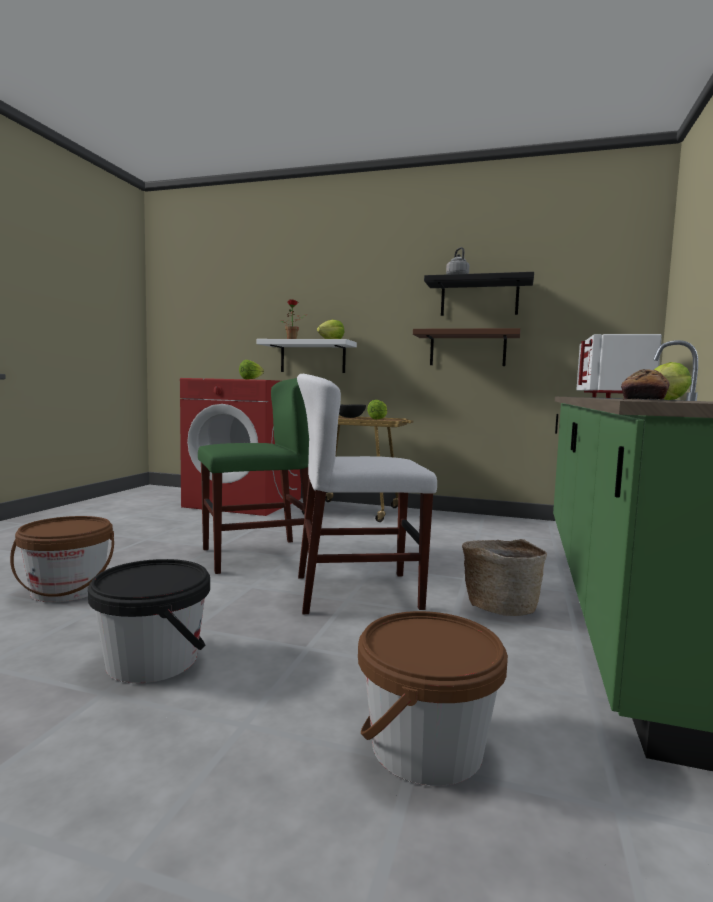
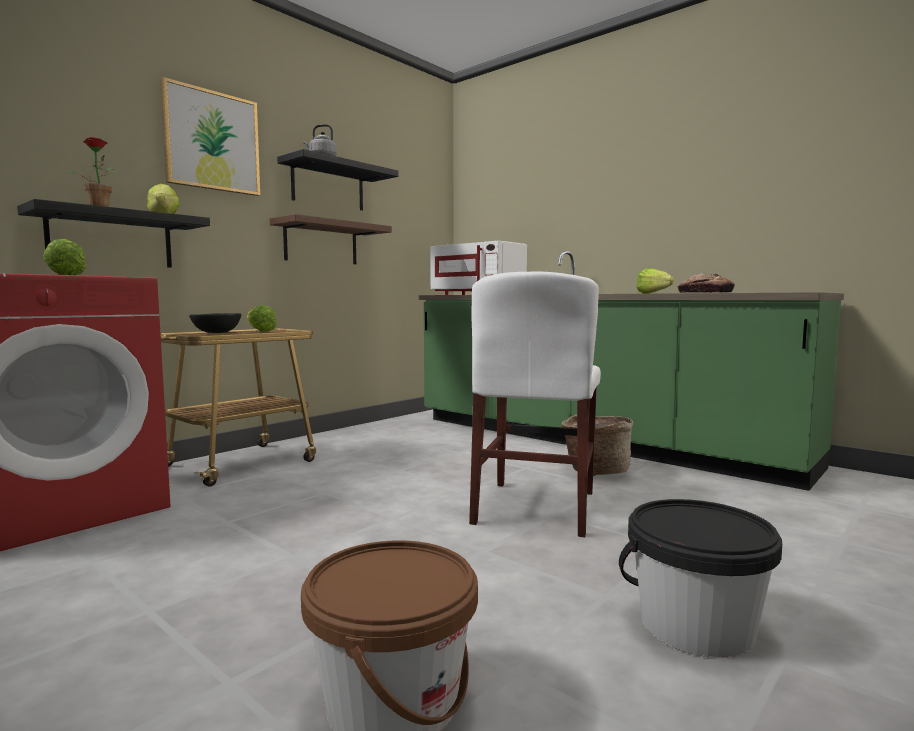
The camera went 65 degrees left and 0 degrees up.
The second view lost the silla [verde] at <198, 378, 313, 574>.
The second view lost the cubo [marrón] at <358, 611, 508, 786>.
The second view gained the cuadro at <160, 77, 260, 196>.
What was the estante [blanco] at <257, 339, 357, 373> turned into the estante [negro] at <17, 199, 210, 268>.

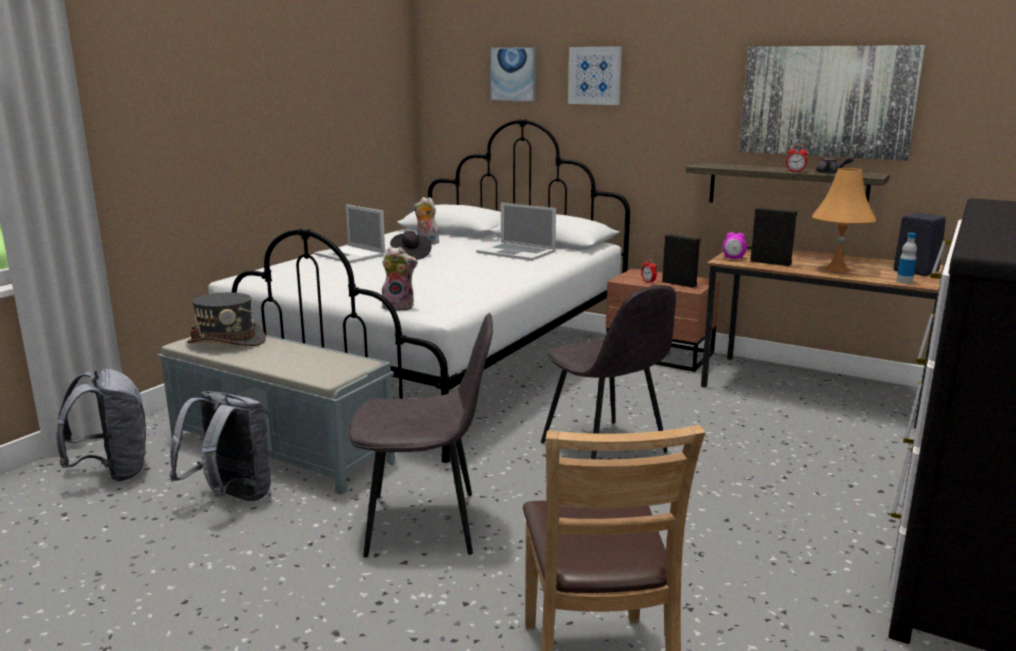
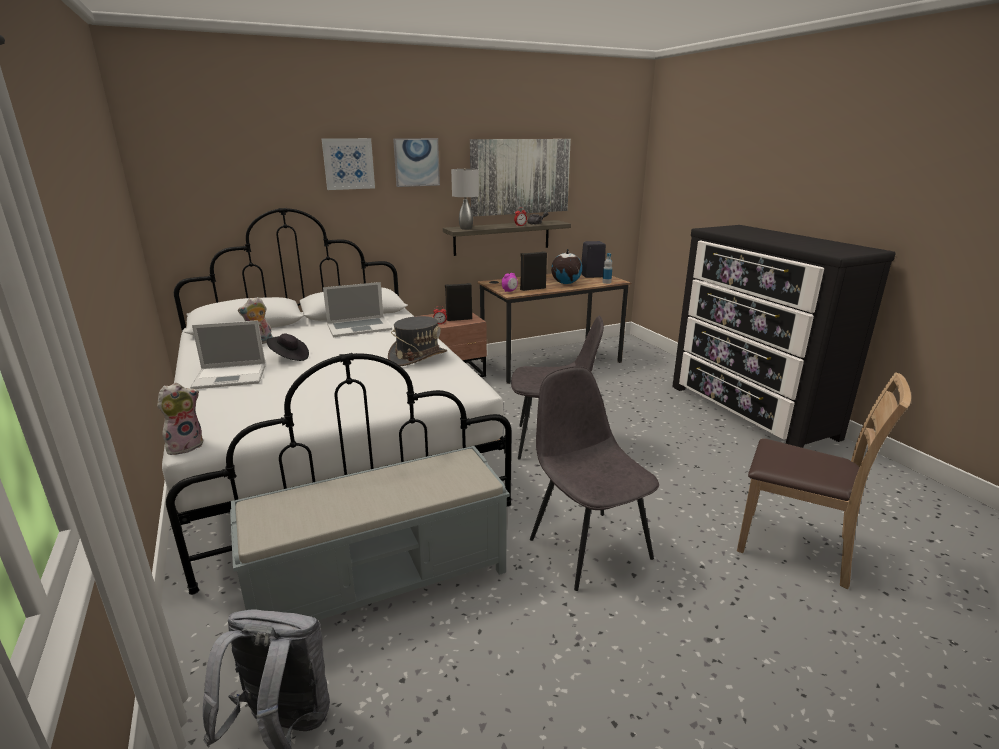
The camera went 55 degrees left and 5 degrees up.
The second view lost the mochila [gris] at <169, 391, 271, 501>.
The second view gained the lámpara de mesa [gris] at <451, 168, 479, 230>.
The sombrero [gris] ended up elsewhere, having gone from <187, 292, 266, 346> to <388, 316, 447, 366>.
The peluche ended up elsewhere, having gone from <380, 246, 418, 311> to <157, 383, 203, 455>.
The cuadro ended up elsewhere, having gone from <490, 47, 537, 102> to <393, 138, 440, 187>.
Where the lámpara de mesa [naranja] stood at <812, 168, 876, 272>, the globo terráqueo came to stand at <551, 249, 582, 284>.
The silla [gris] at <348, 313, 493, 558> ended up facing another way, 60 degrees counterclockwise from before.

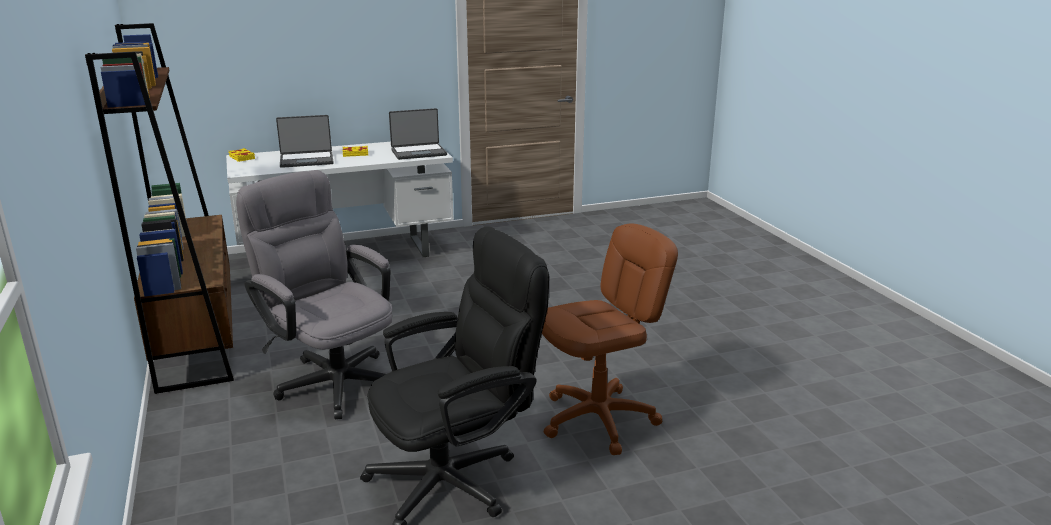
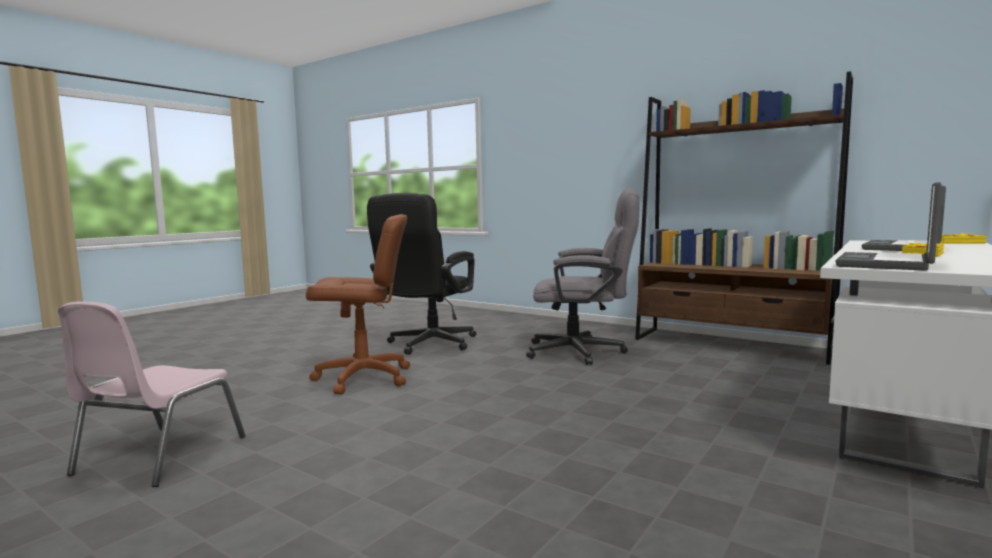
The camera went 145 degrees right and 15 degrees down.
The second view gained the silla [rosa] at <58, 301, 245, 487>.
The silla de oficina [marrón] at <542, 223, 678, 455> ended up facing another way, 120 degrees counterclockwise from before.

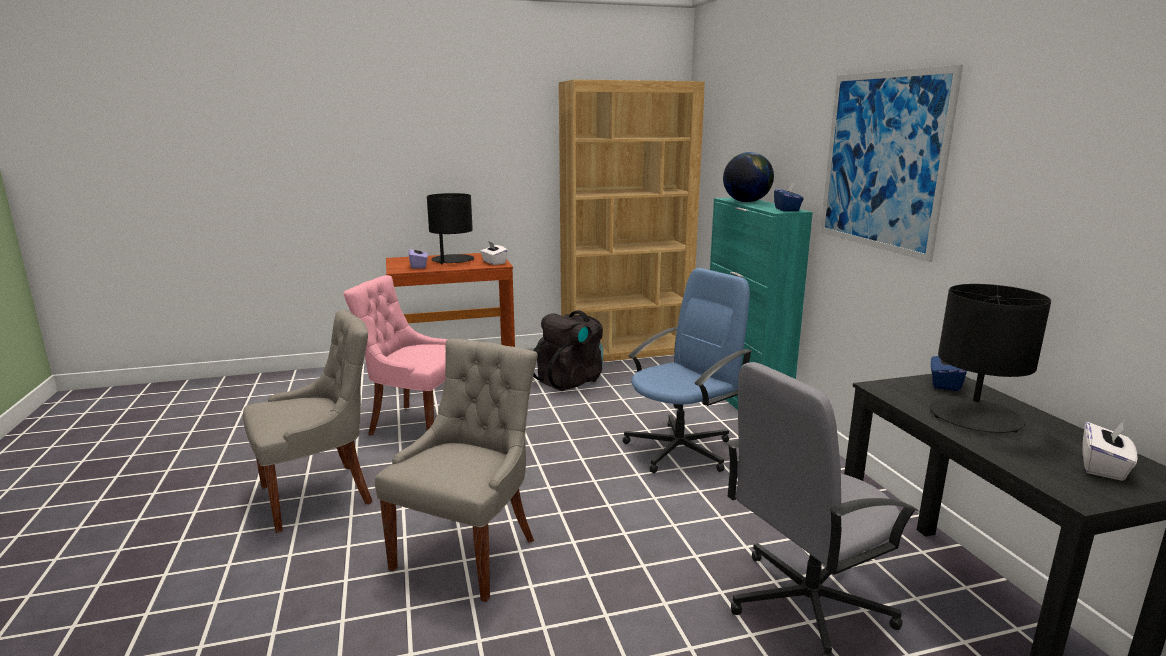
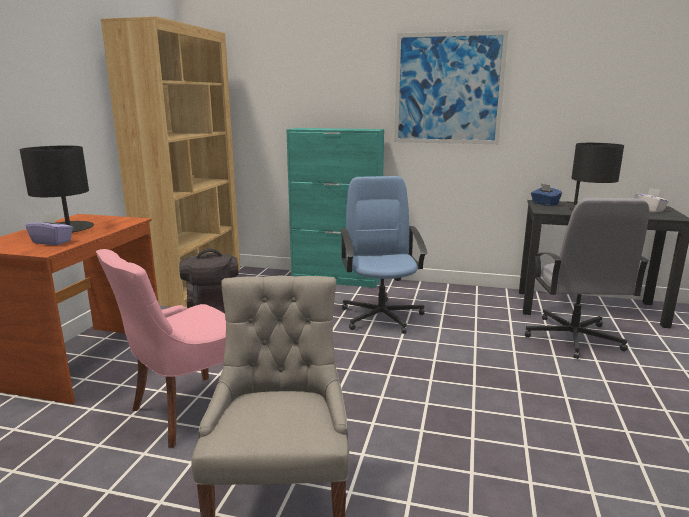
The camera went 60 degrees left and 0 degrees up.
The second view lost the silla [gris] at <375, 339, 538, 602>.
The second view lost the caja de pañuelos [blanco] at <480, 241, 508, 265>.
The second view lost the globo terráqueo at <723, 152, 774, 202>.
The second view lost the caja de pañuelos [azul] at <774, 183, 803, 211>.

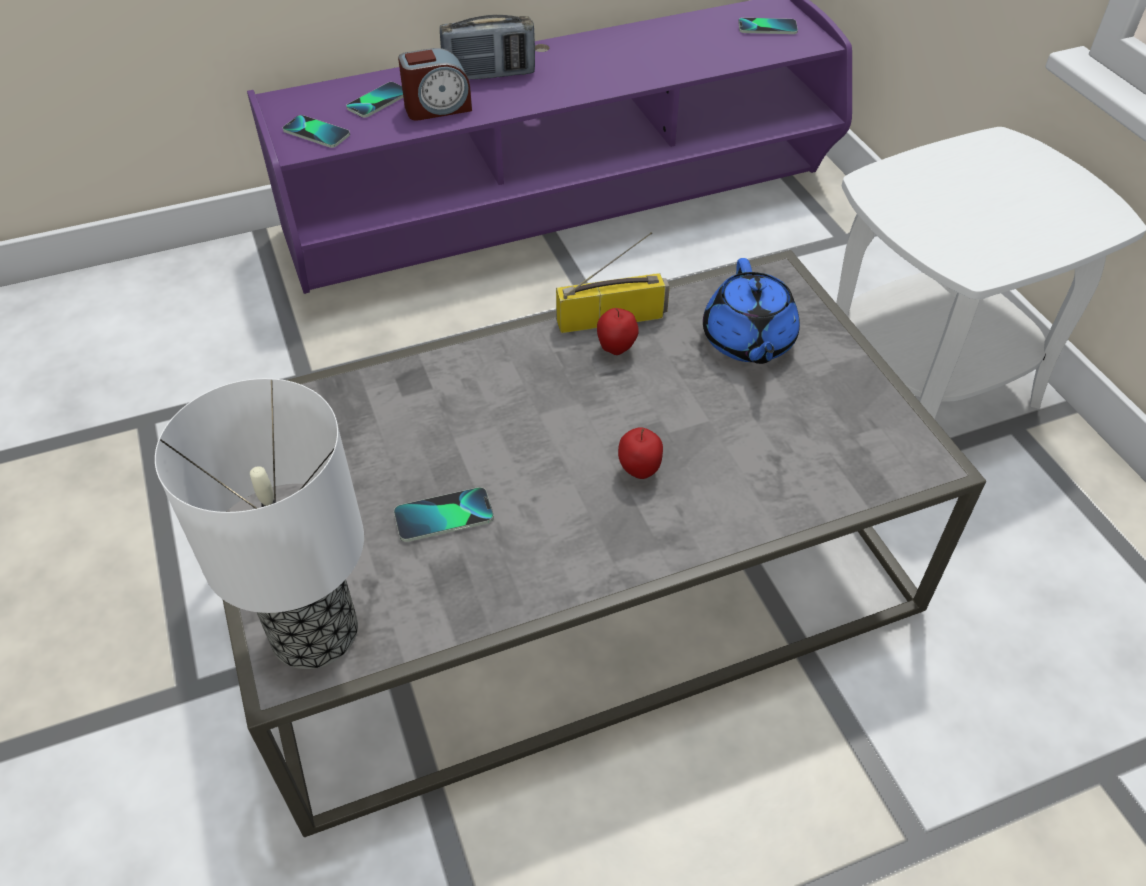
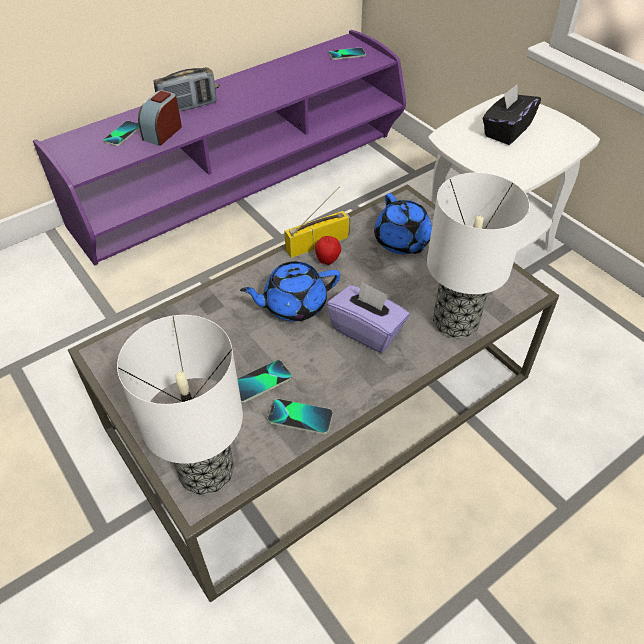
The camera went 15 degrees left and 0 degrees up.
The second view gained the tetera [azul] at <240, 261, 340, 321>.
The second view gained the lámpara de mesa at <427, 173, 530, 338>.
The second view gained the caja de pañuelos [negro] at <483, 84, 541, 145>.
The móvil ended up elsewhere, having gone from <283, 115, 350, 148> to <268, 399, 333, 434>.
Where the manzana stood at <618, 427, 663, 479>, the caja de pañuelos [morado] came to stand at <327, 281, 410, 353>.
The despertador at <398, 48, 472, 121> ended up facing another way, 150 degrees clockwise from before.

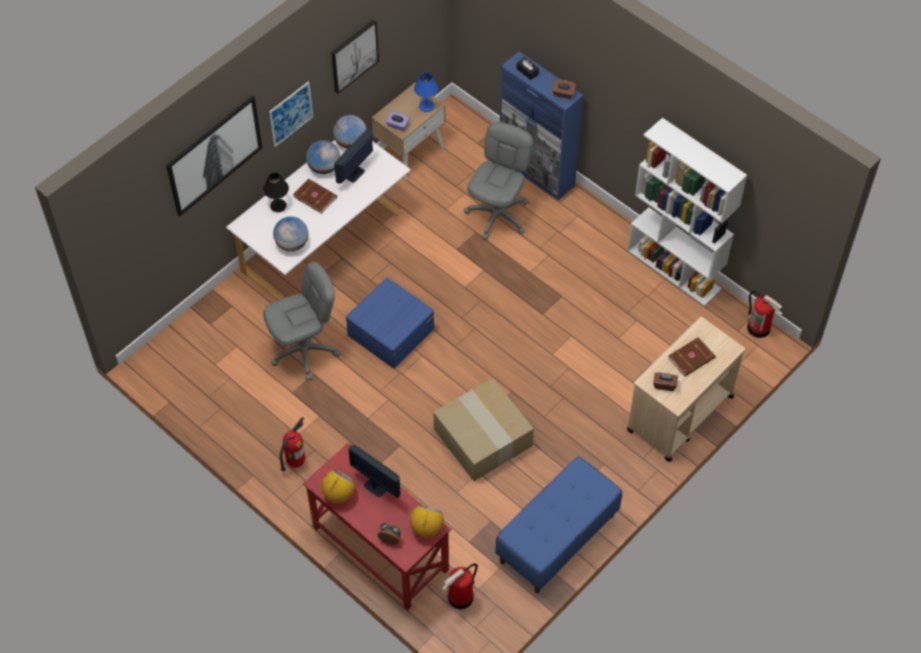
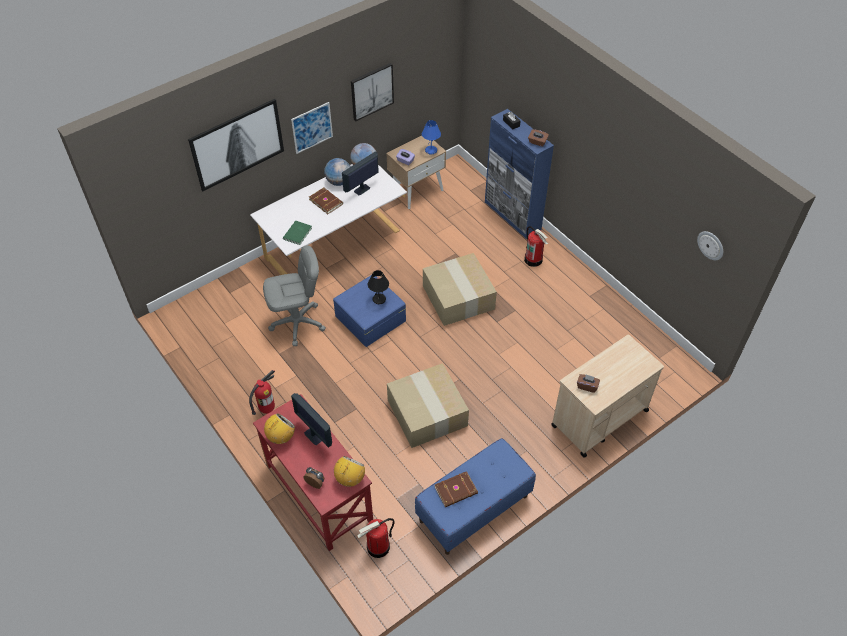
The camera went 10 degrees right and 5 degrees down.
The second view lost the silla de oficina [gris] at <464, 122, 533, 240>.
The second view lost the estantería [blanco] at <627, 118, 747, 306>.
The second view gained the caja de cartón at <423, 253, 497, 326>.
The second view gained the reloj de pared at <697, 231, 723, 260>.
The lámpara de mesa [negro] ended up elsewhere, having gone from <263, 173, 289, 212> to <368, 270, 389, 304>.
The libro [marrón] ended up elsewhere, having gone from <668, 337, 716, 376> to <435, 471, 478, 507>.
The extintor ended up elsewhere, having gone from <747, 291, 782, 338> to <524, 226, 548, 267>.
Where the globo terráqueo stood at <273, 216, 308, 251>, the libro [verde] came to stand at <283, 220, 312, 245>.

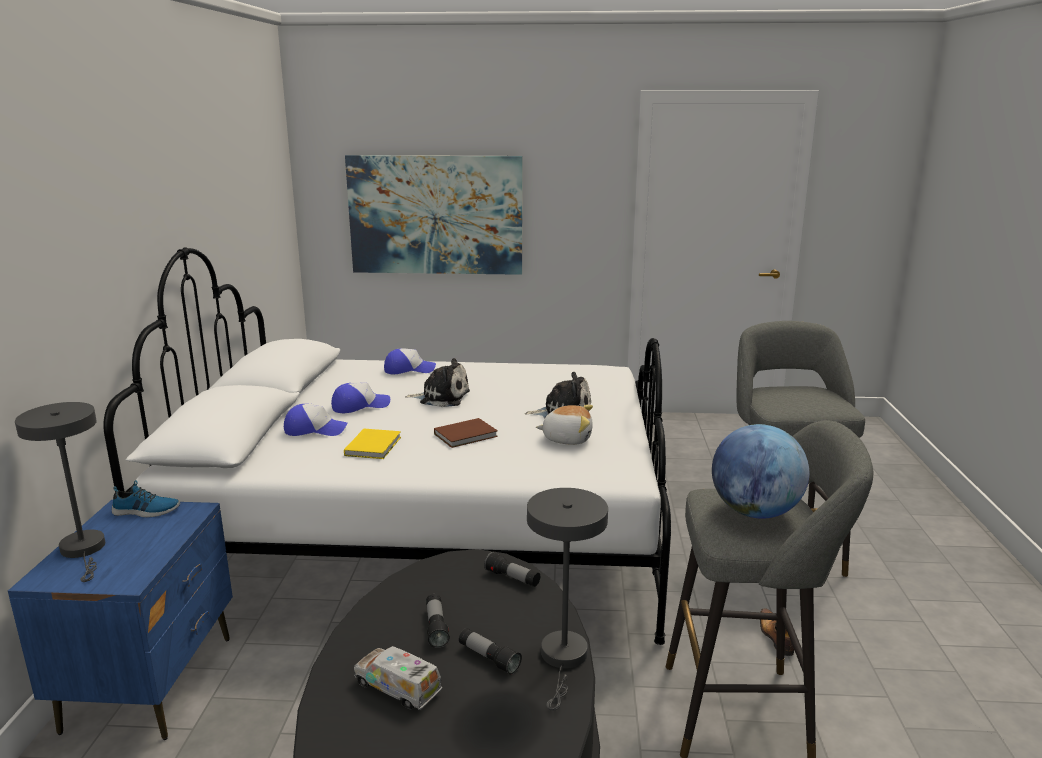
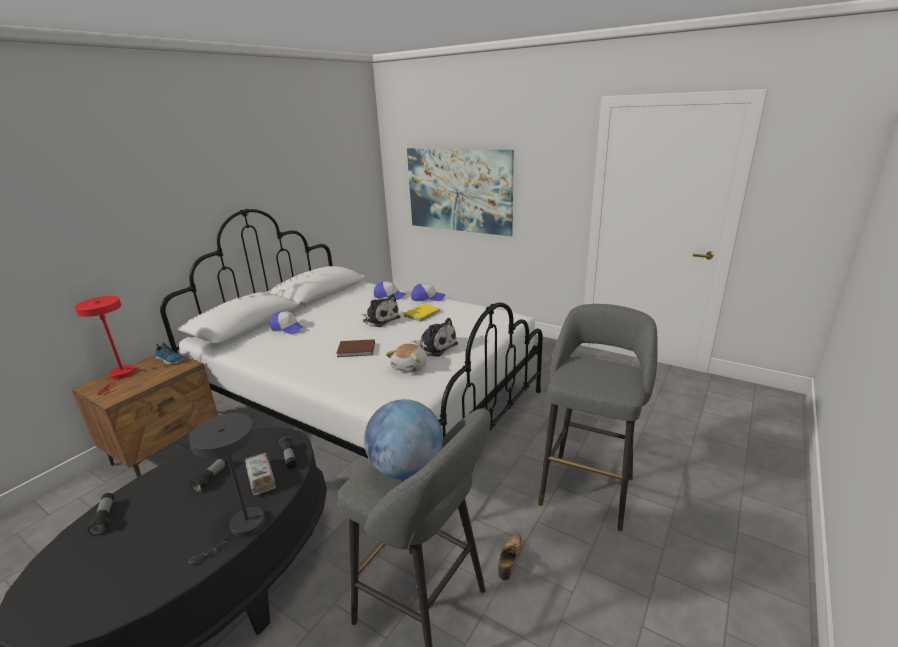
The camera went 30 degrees right and 5 degrees up.
The gorra ended up elsewhere, having gone from <331, 382, 390, 413> to <411, 284, 446, 301>.
The libro [amarillo] ended up elsewhere, having gone from <344, 429, 401, 459> to <404, 304, 441, 322>.
The camión de juguete ended up elsewhere, having gone from <354, 646, 442, 710> to <245, 453, 276, 496>.
The linterna ended up elsewhere, having gone from <459, 628, 522, 675> to <87, 493, 114, 535>.
What was the mesita de noche [azul] at <8, 500, 233, 740> turned into the mesita de noche [marrón] at <72, 353, 218, 477>.
What was the lámpara de mesa [gris] at <15, 402, 105, 582> turned into the lámpara de mesa [rojo] at <74, 296, 136, 394>.
The peluche at <536, 405, 593, 445> ended up facing another way, 75 degrees clockwise from before.

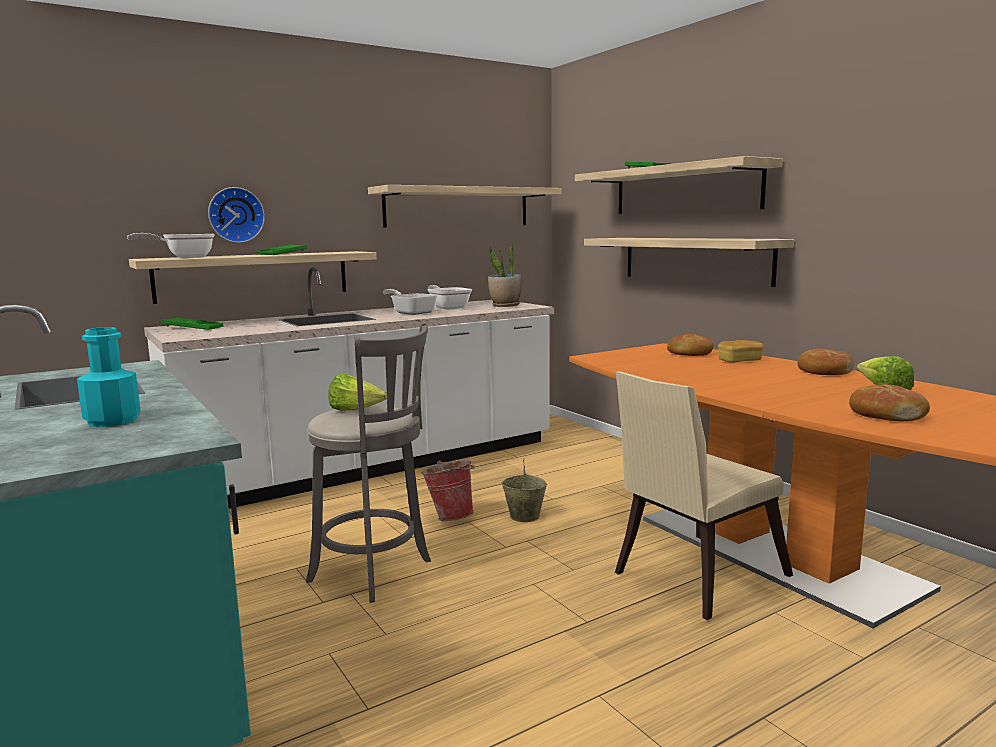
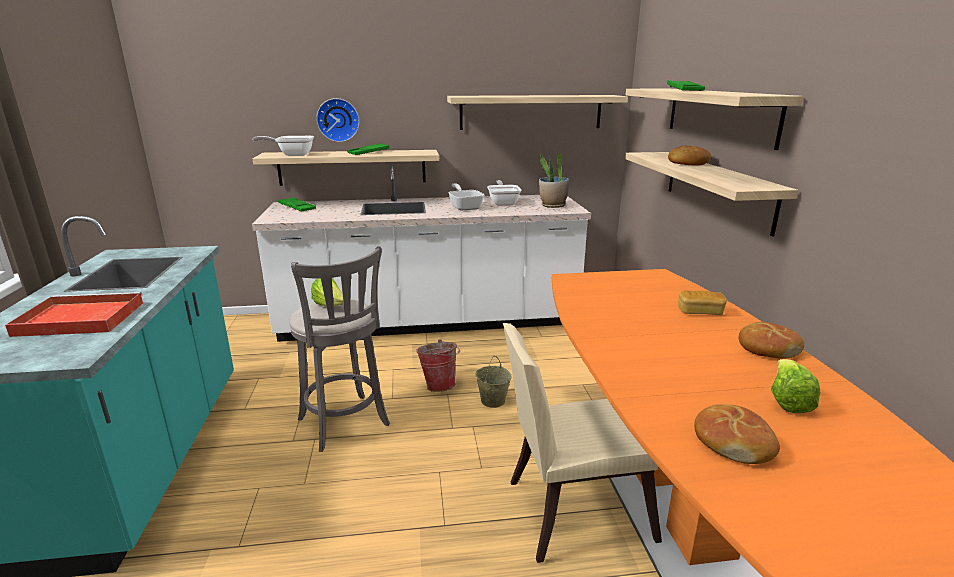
The camera went 25 degrees right and 10 degrees up.
The pan ended up elsewhere, having gone from <667, 334, 714, 356> to <668, 146, 711, 166>.
Where the botella [turquesa] stood at <77, 327, 141, 427>, the bandeja [rojo] came to stand at <5, 292, 143, 337>.

